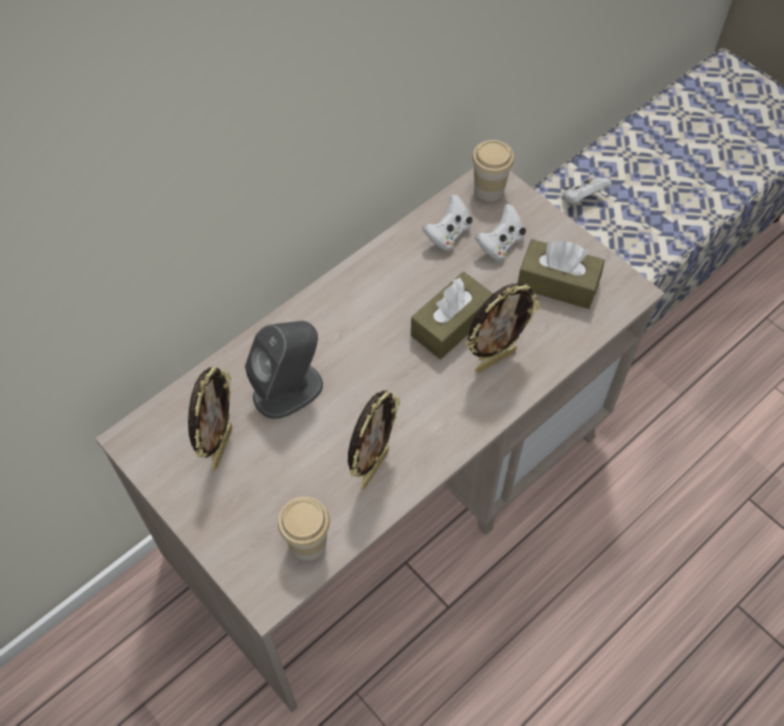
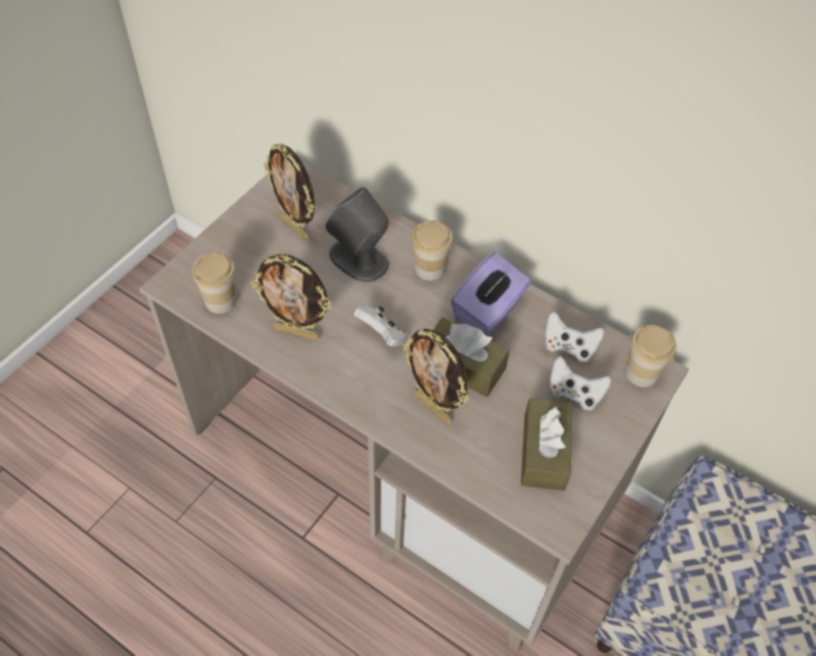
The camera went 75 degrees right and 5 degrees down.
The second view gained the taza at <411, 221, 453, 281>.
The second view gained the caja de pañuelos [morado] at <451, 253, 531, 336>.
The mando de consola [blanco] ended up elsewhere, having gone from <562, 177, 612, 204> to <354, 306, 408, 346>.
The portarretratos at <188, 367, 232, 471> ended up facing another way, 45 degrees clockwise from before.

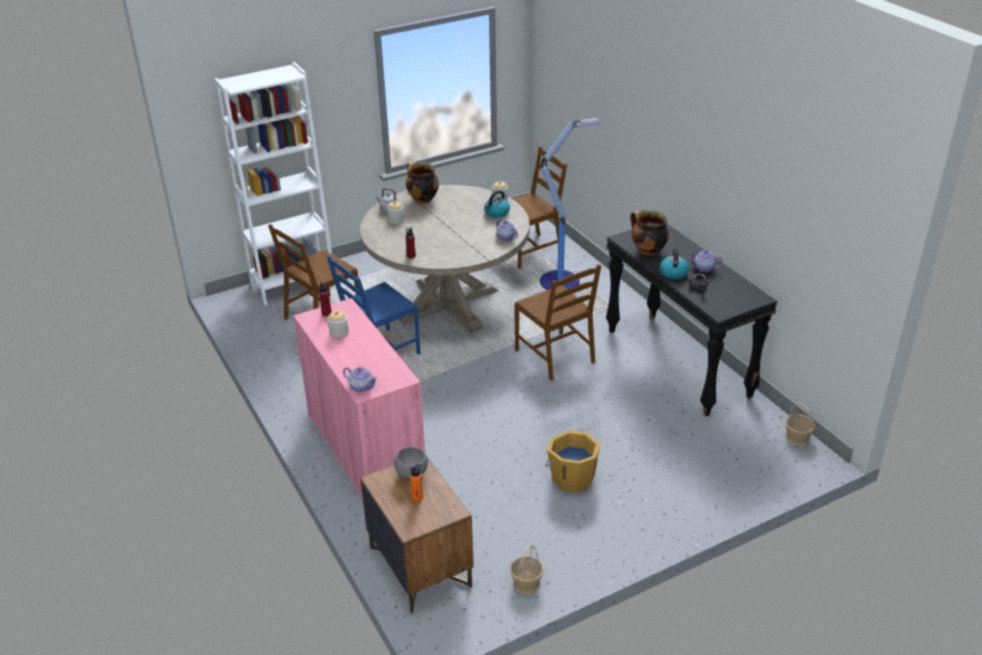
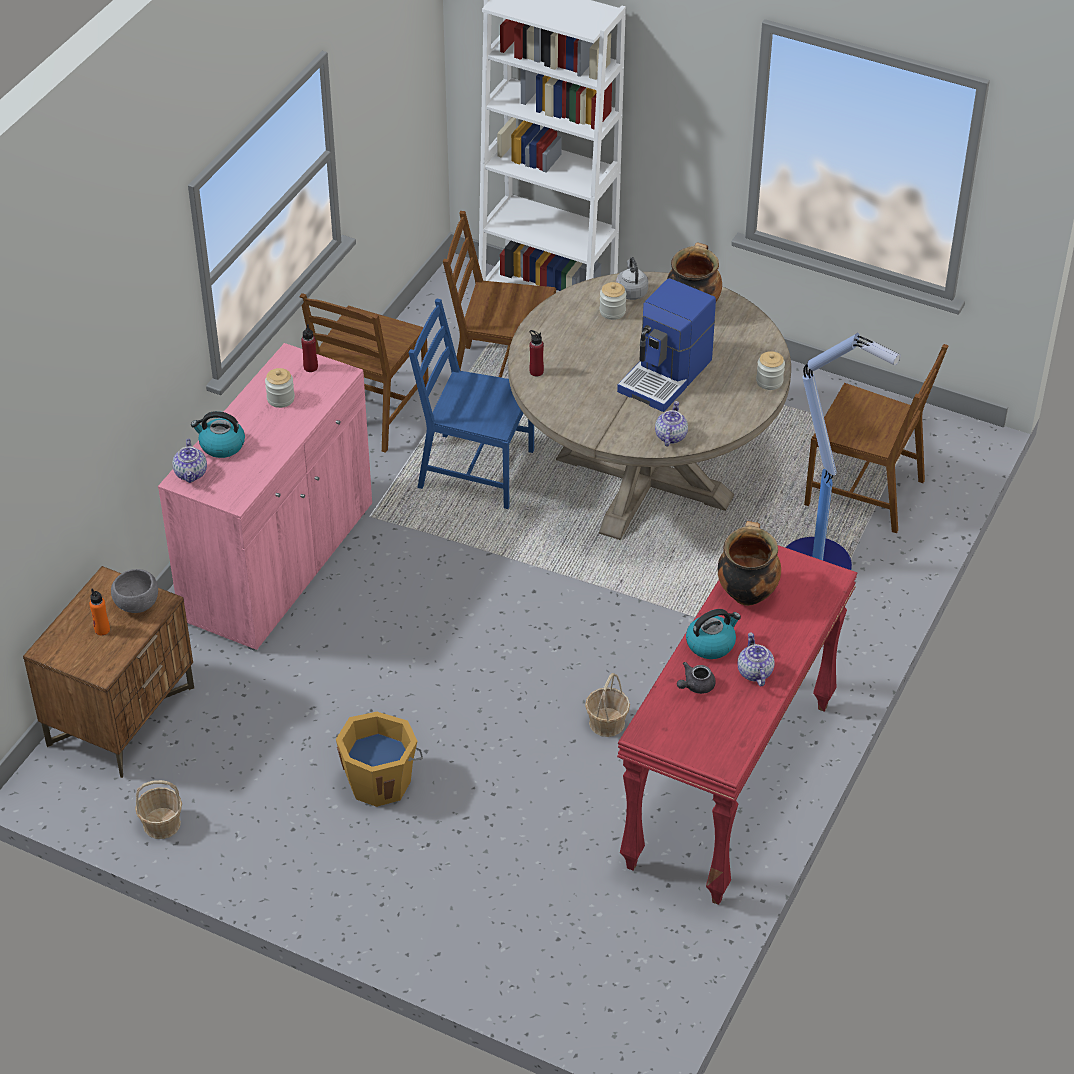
The camera went 55 degrees right and 10 degrees up.
The second view gained the cafetera at <617, 278, 716, 412>.
The hervidor ended up elsewhere, having gone from <484, 190, 510, 218> to <191, 411, 245, 458>.
The silla [marrón] ended up elsewhere, having gone from <515, 264, 601, 381> to <299, 293, 429, 453>.
The cesta ended up elsewhere, having gone from <785, 403, 815, 446> to <585, 673, 630, 737>.
What was the mesa consola [negro] at <606, 223, 778, 416> turned into the mesa consola [rojo] at <617, 545, 857, 905>.

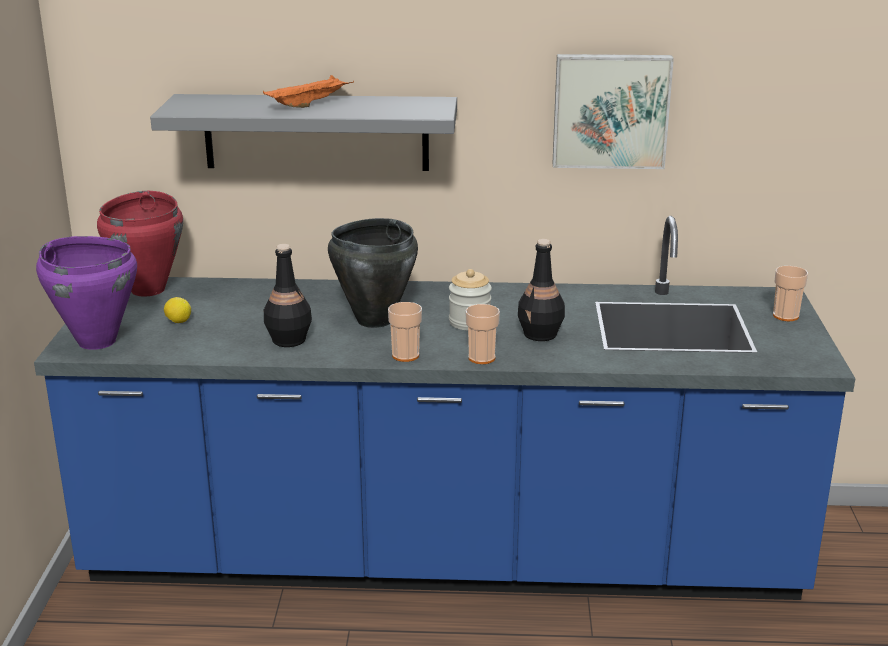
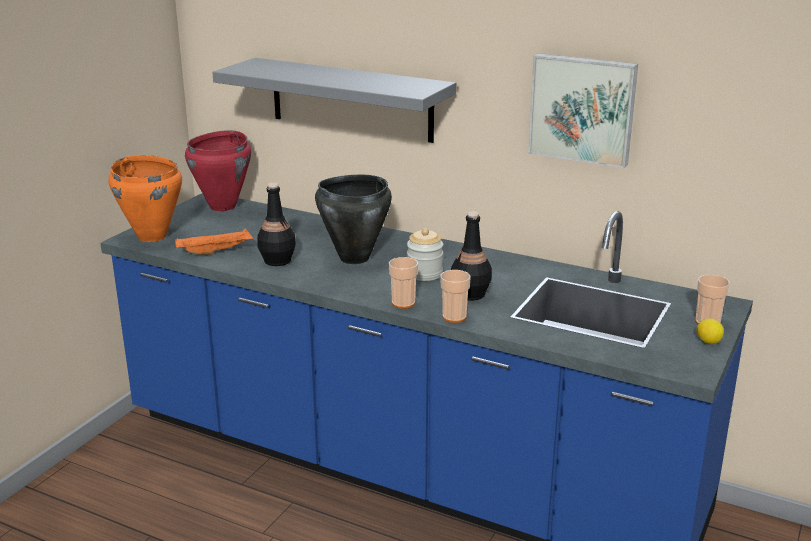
The camera went 25 degrees right and 0 degrees up.
The limón ended up elsewhere, having gone from <164, 297, 191, 323> to <696, 318, 724, 344>.
The bandeja [naranja] ended up elsewhere, having gone from <263, 75, 354, 108> to <175, 228, 254, 255>.
The taza ended up elsewhere, having gone from <388, 302, 422, 362> to <441, 270, 470, 323>.
What was the olla [morado] at <36, 236, 137, 350> turned into the olla [naranja] at <109, 155, 182, 242>.

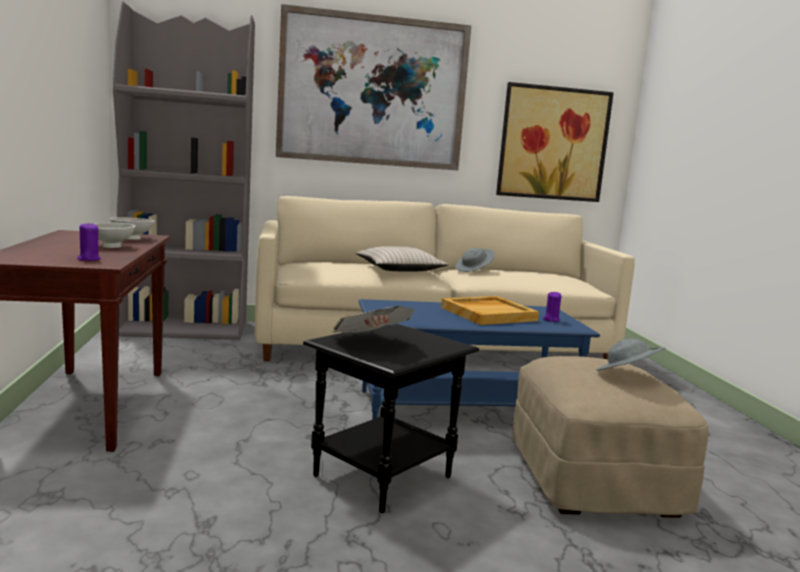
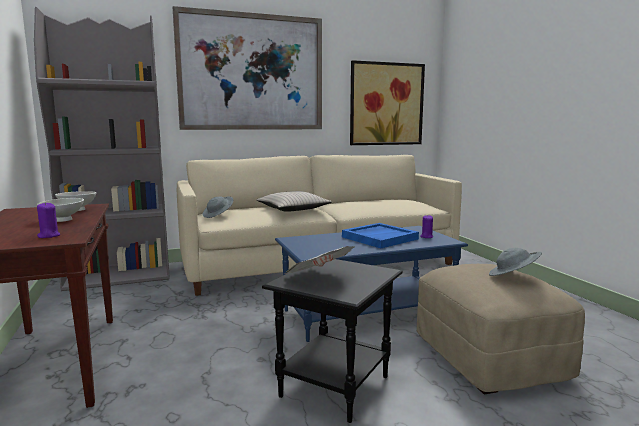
The camera went 10 degrees left and 0 degrees up.
The sombrero [gris] ended up elsewhere, having gone from <456, 248, 495, 272> to <203, 196, 233, 218>.
What was the bandeja [beis] at <441, 296, 539, 325> turned into the bandeja [azul] at <342, 223, 419, 248>.

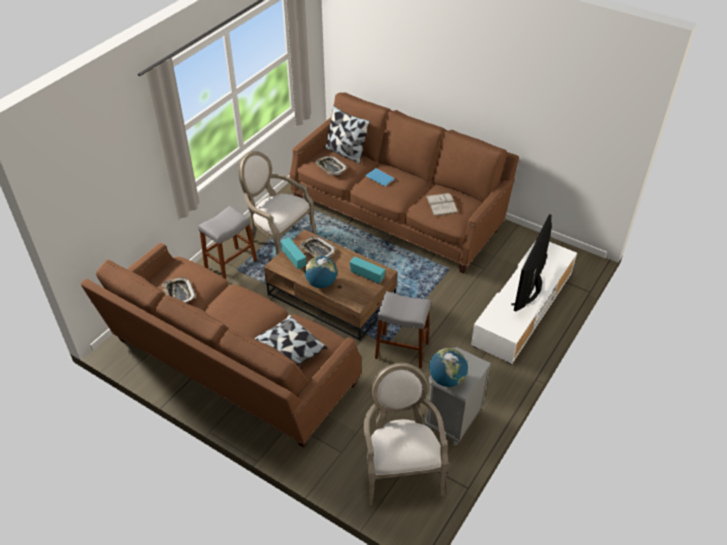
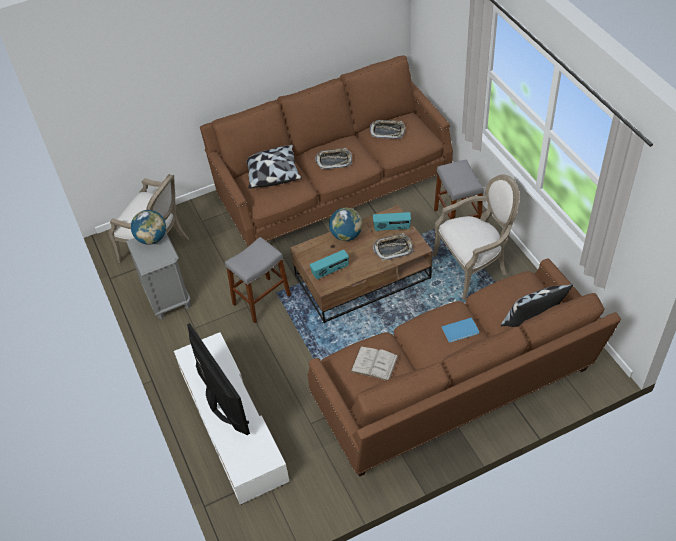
The camera went 125 degrees right and 5 degrees up.
The bandeja ended up elsewhere, having gone from <315, 156, 347, 175> to <315, 148, 352, 169>.

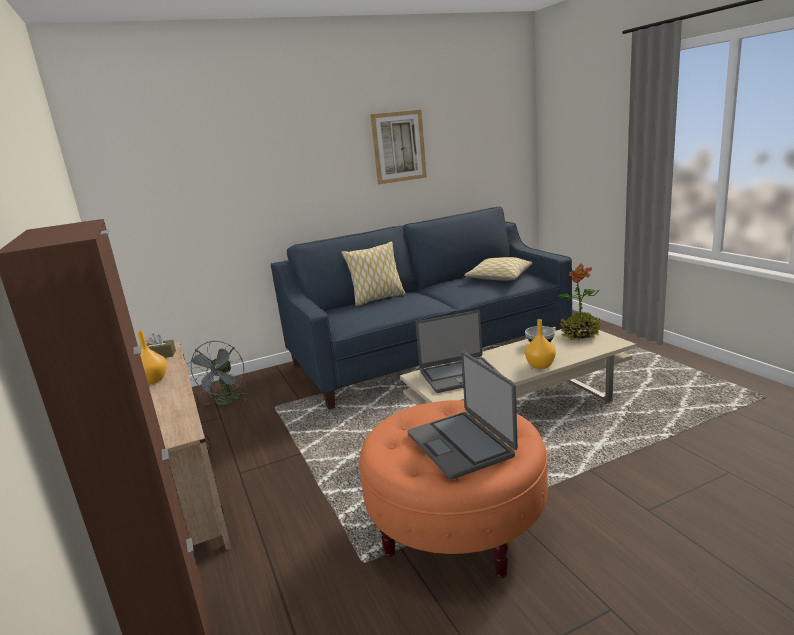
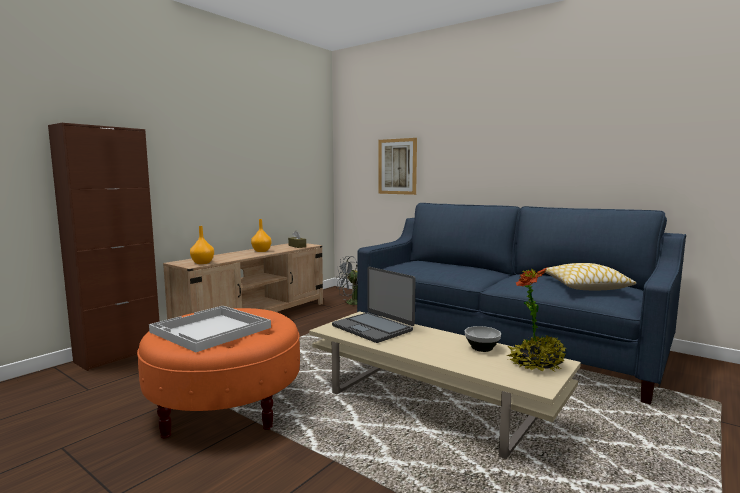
The camera went 60 degrees right and 10 degrees down.
The second view lost the cojín at <342, 241, 406, 306>.
The cuadro ended up elsewhere, having gone from <370, 110, 427, 184> to <378, 138, 417, 195>.
The florero [naranja] ended up elsewhere, having gone from <525, 319, 556, 369> to <190, 226, 214, 264>.
Where the portátil stood at <408, 351, 518, 479>, the bandeja [blanco] came to stand at <149, 306, 271, 352>.

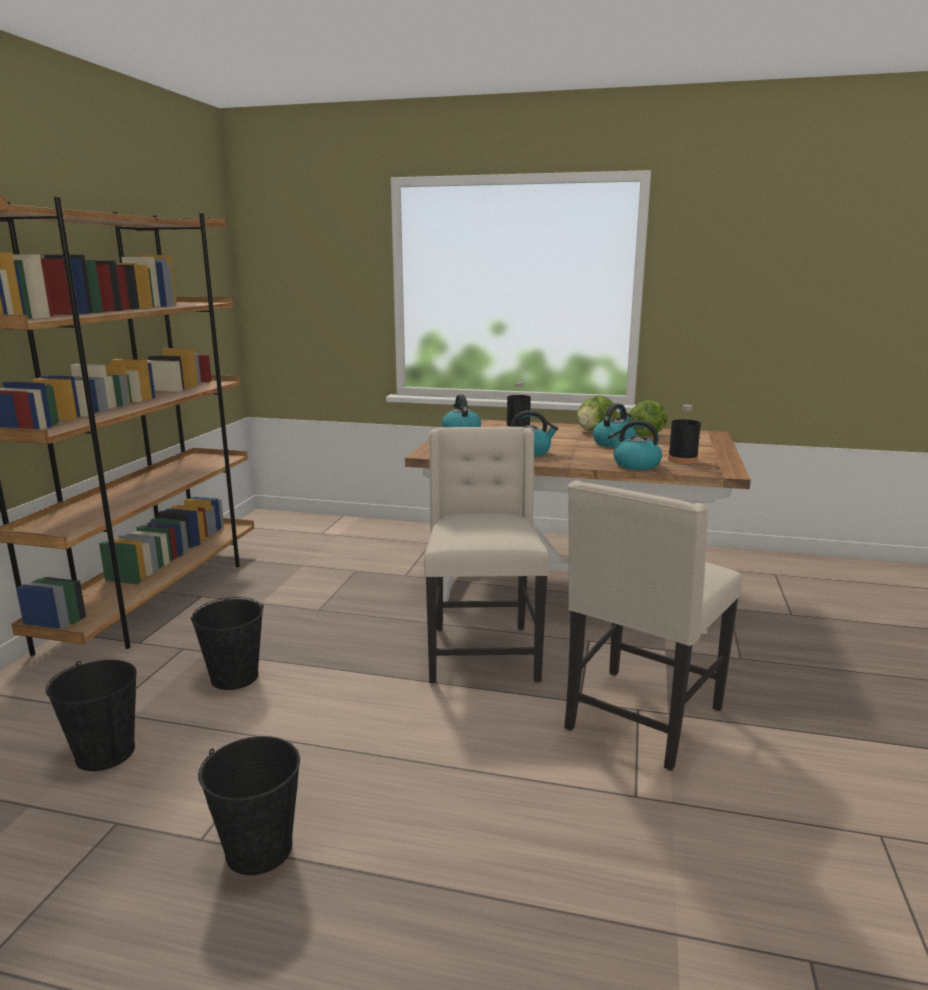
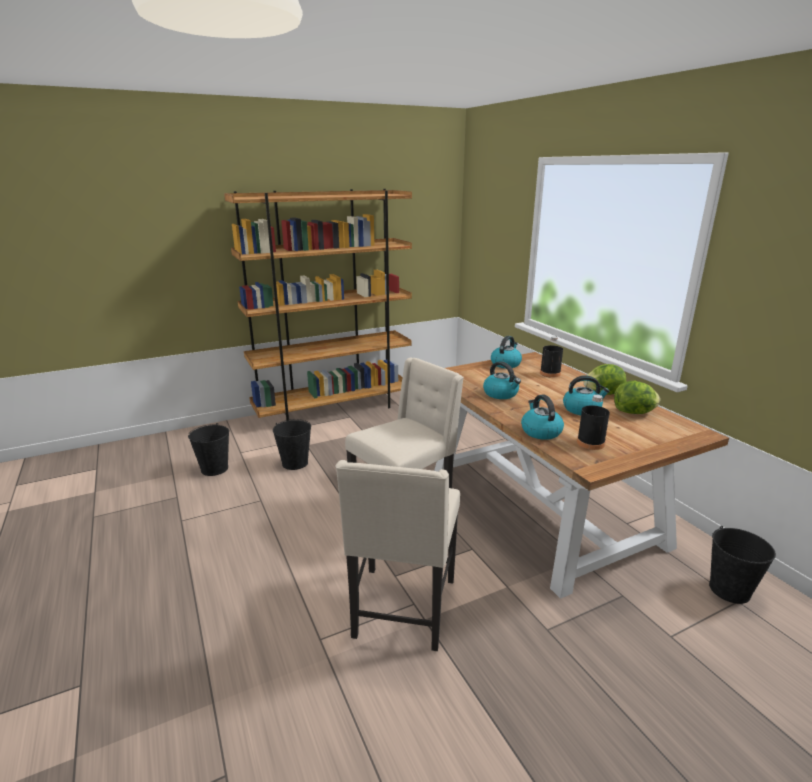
The camera went 50 degrees right and 5 degrees up.
The cubo [negro] ended up elsewhere, having gone from <198, 736, 300, 875> to <709, 526, 776, 604>.
The silla [beis] at <565, 481, 742, 771> ended up facing another way, 75 degrees counterclockwise from before.

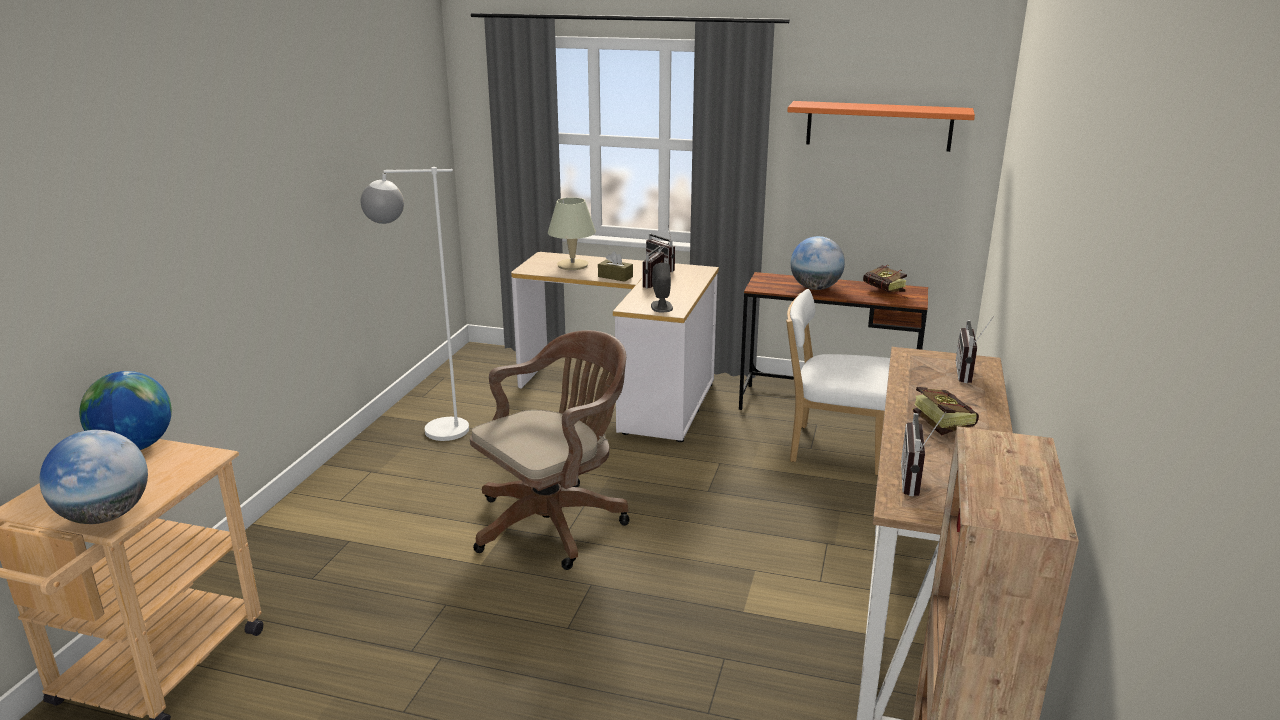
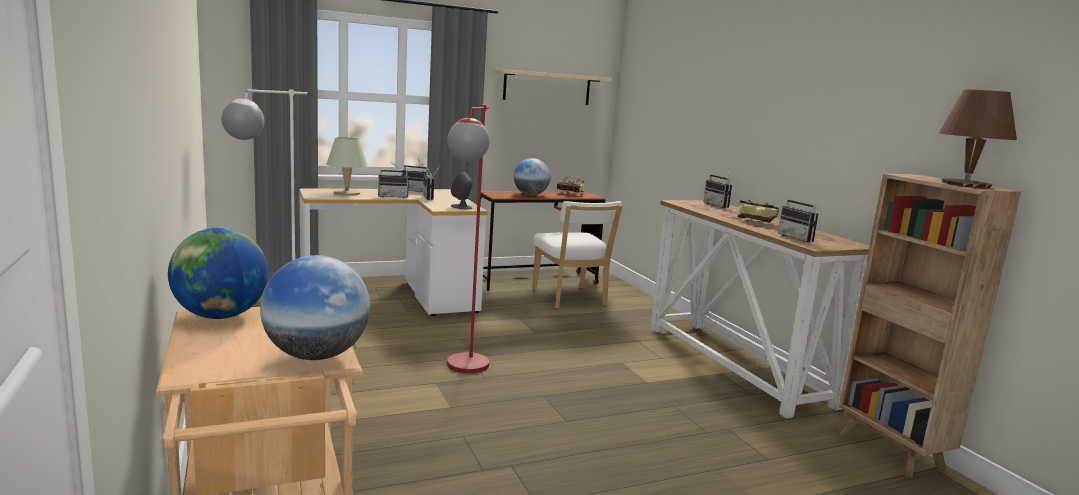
The camera went 40 degrees left and 10 degrees down.
The second view gained the lámpara de mesa [marrón] at <939, 90, 1017, 188>.
Where the silla de oficina [marrón] stood at <470, 330, 630, 570>, the lámpara de pie [rojo] came to stand at <447, 105, 490, 373>.
Where the caja de pañuelos [marrón] stood at <598, 251, 633, 282>, the radio came to stand at <378, 165, 409, 198>.
What was the estante [naranja] at <787, 101, 975, 152> turned into the estante [beis] at <494, 69, 612, 105>.
The silla [blanco] at <786, 289, 890, 475> ended up facing another way, 90 degrees counterclockwise from before.

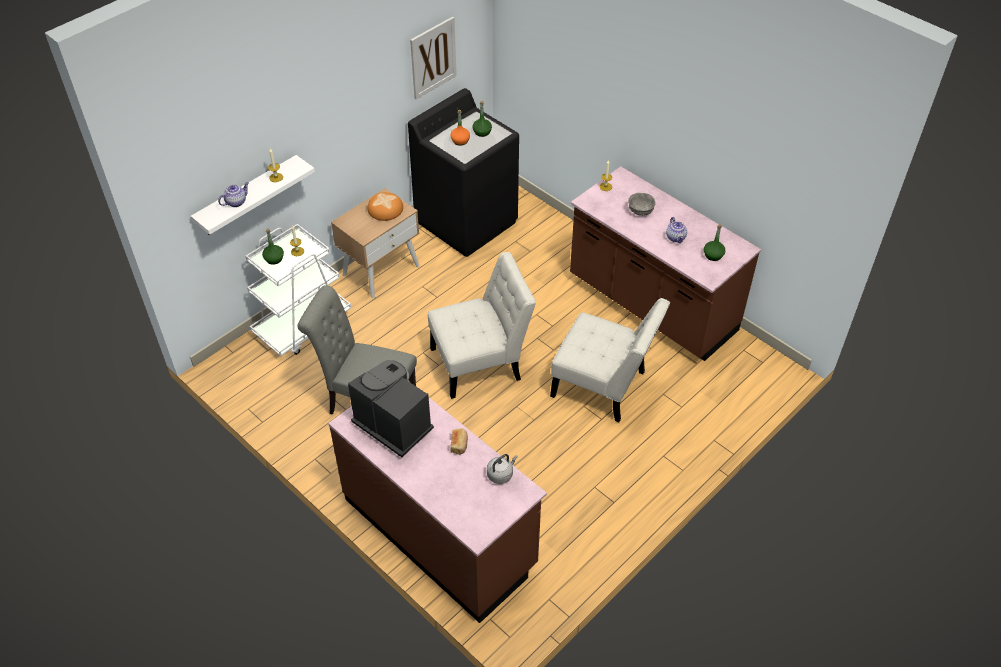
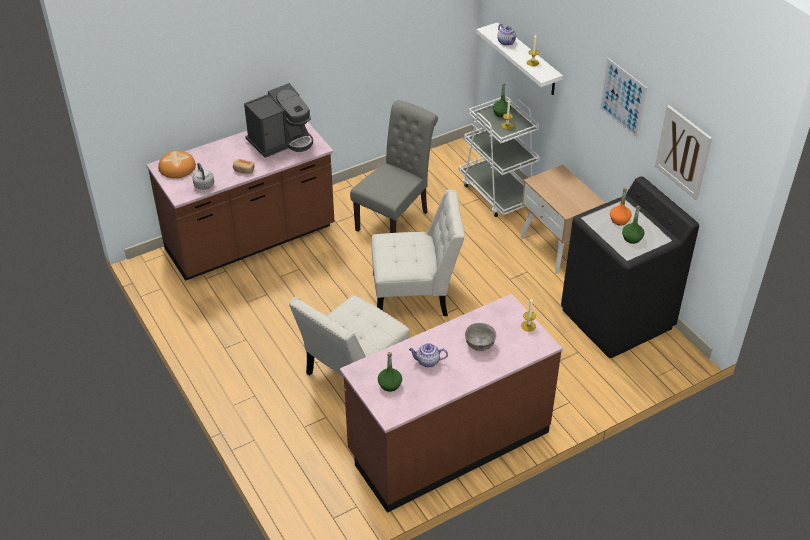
The camera went 105 degrees right and 5 degrees down.
The second view gained the cuadro at <599, 58, 648, 140>.
The pan ended up elsewhere, having gone from <367, 192, 403, 221> to <158, 151, 196, 178>.
The silla [blanco] at <428, 252, 536, 399> ended up facing another way, 90 degrees counterclockwise from before.

